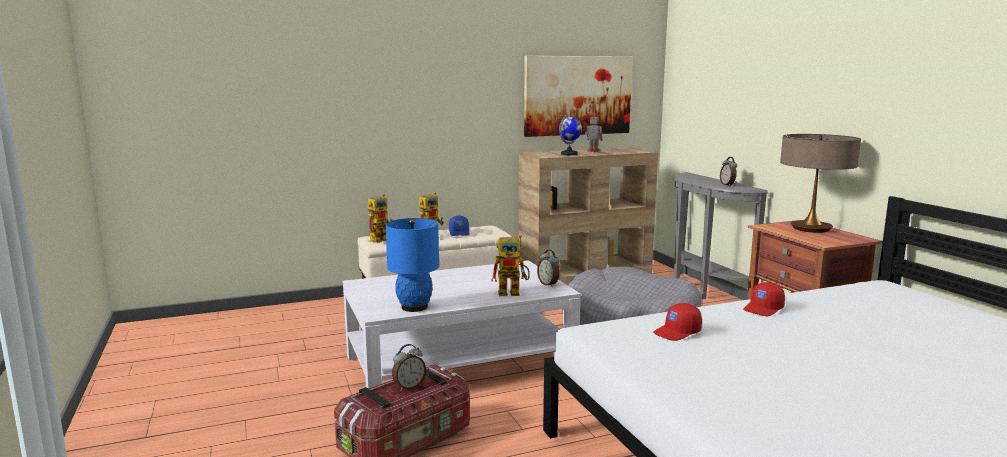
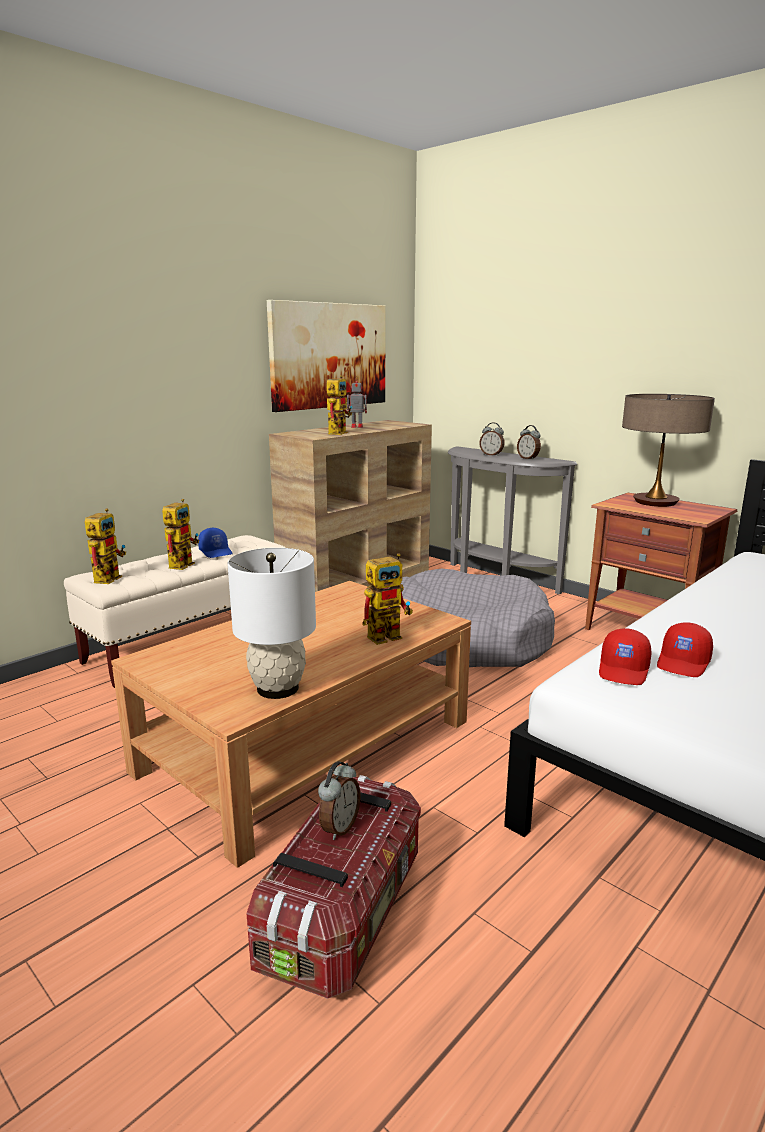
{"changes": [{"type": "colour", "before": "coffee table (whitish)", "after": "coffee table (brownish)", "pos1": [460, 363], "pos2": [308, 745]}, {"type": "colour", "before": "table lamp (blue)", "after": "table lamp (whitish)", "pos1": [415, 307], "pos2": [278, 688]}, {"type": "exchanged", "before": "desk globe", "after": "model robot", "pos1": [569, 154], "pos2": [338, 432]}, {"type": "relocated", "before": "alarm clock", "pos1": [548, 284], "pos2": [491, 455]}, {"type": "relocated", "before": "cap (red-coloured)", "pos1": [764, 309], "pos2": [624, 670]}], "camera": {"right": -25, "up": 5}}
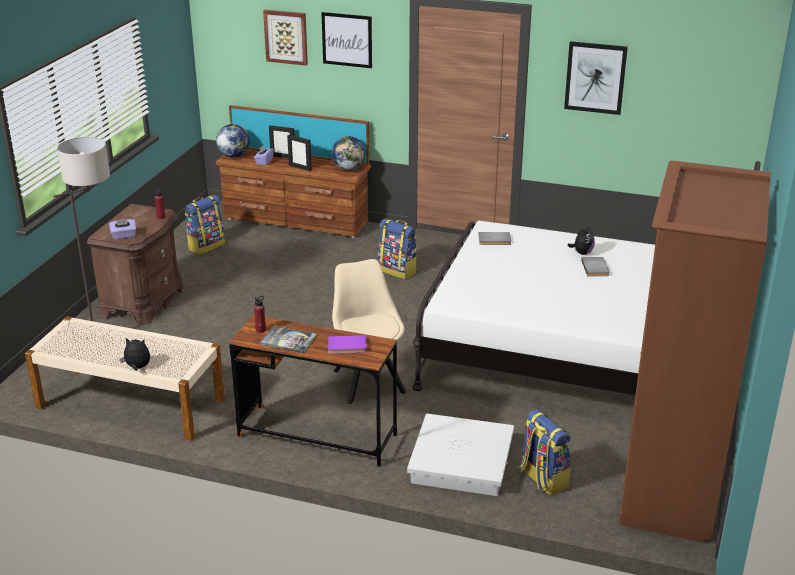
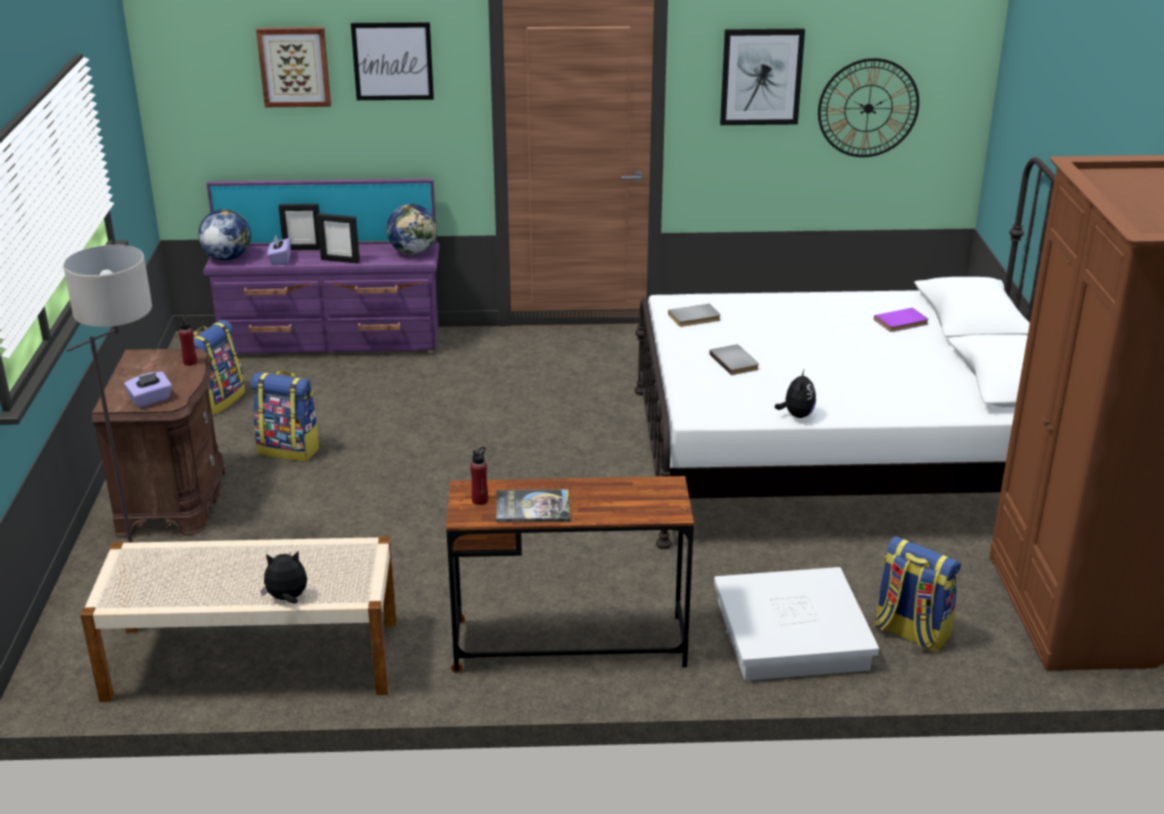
{"changes": [{"type": "colour", "before": "dresser (brownish)", "after": "dresser (purple)", "pos1": [296, 222], "pos2": [333, 344]}, {"type": "relocated", "before": "backpack", "pos1": [398, 270], "pos2": [290, 449]}, {"type": "relocated", "before": "bound book (greyish)", "pos1": [596, 268], "pos2": [735, 361]}, {"type": "relocated", "before": "cuddly toy", "pos1": [582, 253], "pos2": [796, 415]}, {"type": "appeared", "after": "hanging clock", "pos2": [868, 108]}, {"type": "relocated", "before": "bound book (purple)", "pos1": [347, 347], "pos2": [902, 322]}, {"type": "missing", "before": "chair (beige-coloured)", "pos1": [368, 381]}], "camera": {"right": -20, "up": 0}}
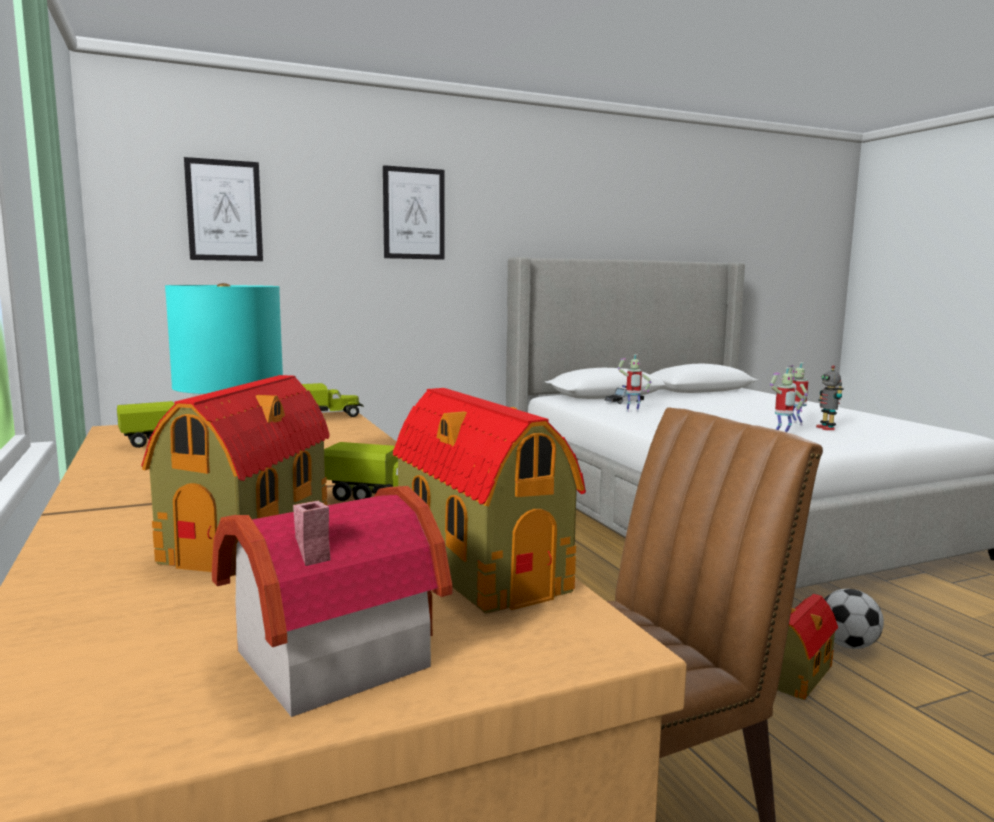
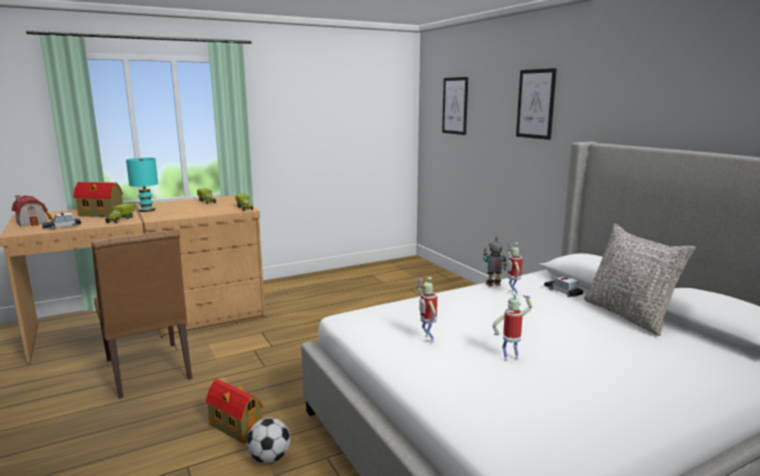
{"changes": [{"type": "exchanged", "before": "miniature house", "after": "miniature car", "pos1": [477, 564], "pos2": [62, 227]}, {"type": "relocated", "before": "model robot", "pos1": [826, 428], "pos2": [493, 284]}, {"type": "appeared", "after": "cushion (greyish)", "pos2": [629, 315]}], "camera": {"right": 85, "up": 5}}
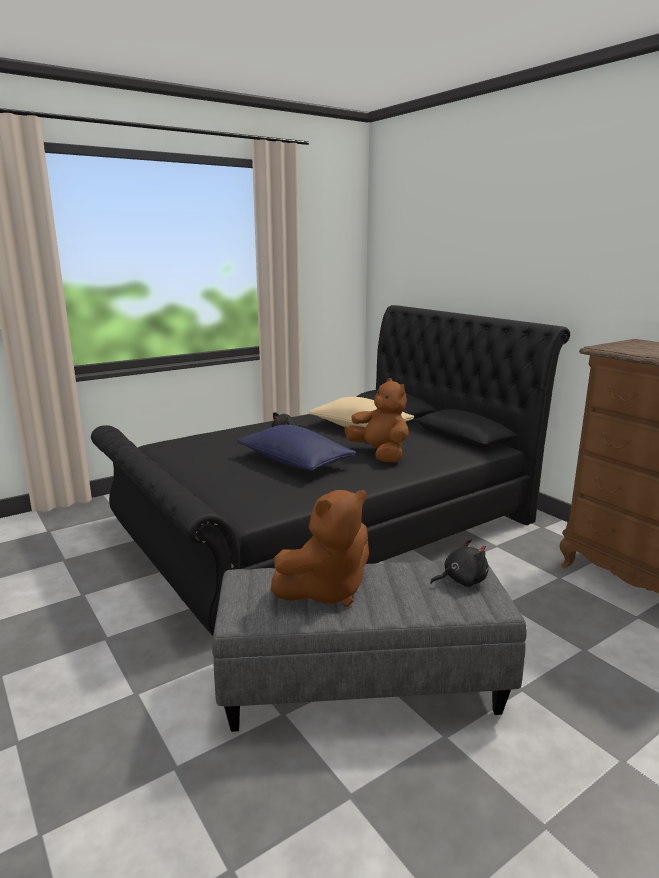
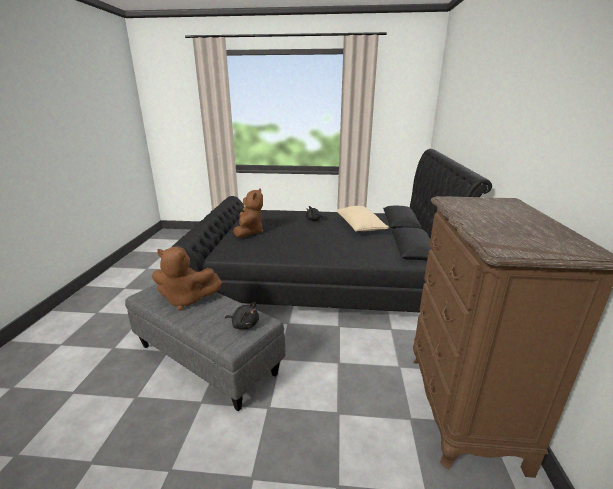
{"changes": [{"type": "relocated", "before": "cuddly toy (brownish)", "pos1": [380, 454], "pos2": [249, 232]}, {"type": "missing", "before": "cushion (blue)", "pos1": [295, 463]}], "camera": {"right": 40, "up": 5}}
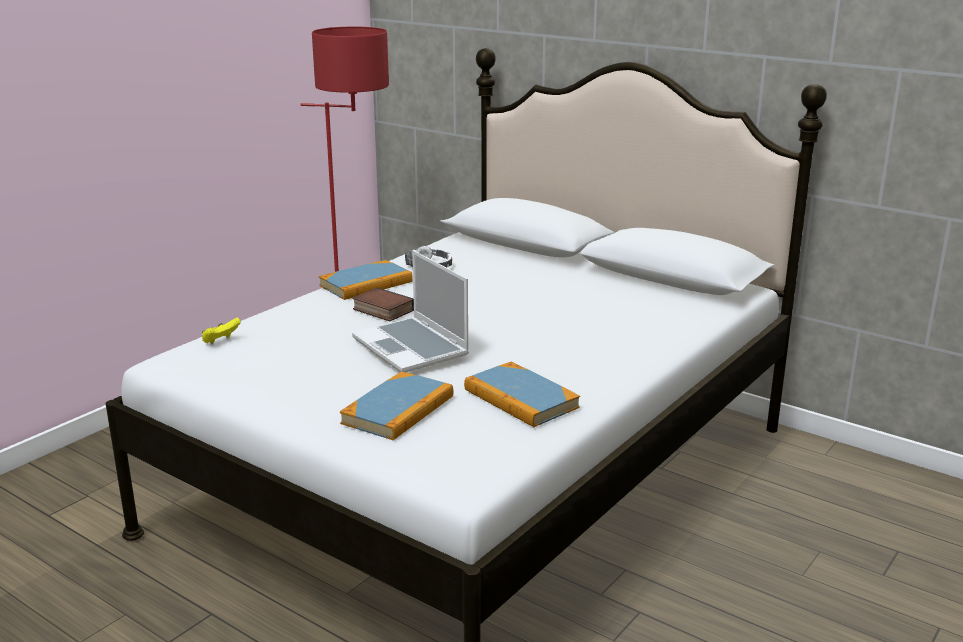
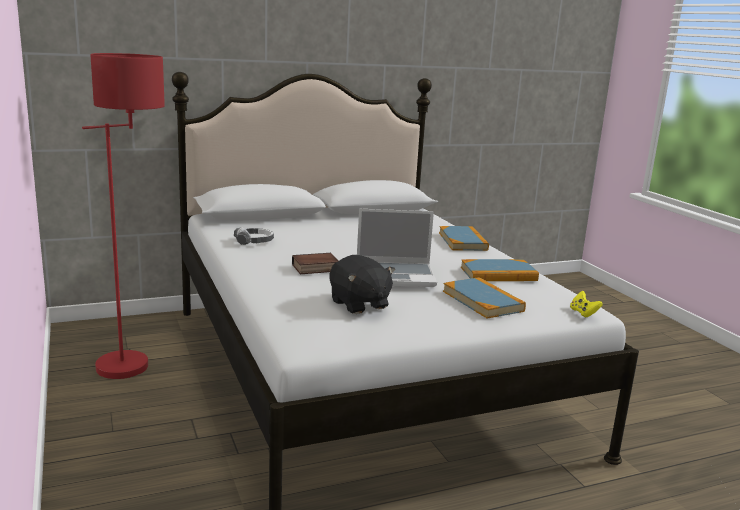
{"changes": [{"type": "appeared", "after": "cuddly toy (black)", "pos2": [359, 304]}, {"type": "relocated", "before": "bound book", "pos1": [366, 284], "pos2": [462, 241]}, {"type": "relocated", "before": "gamepad (yellow)", "pos1": [220, 341], "pos2": [583, 313]}], "camera": {"right": -60, "up": -5}}
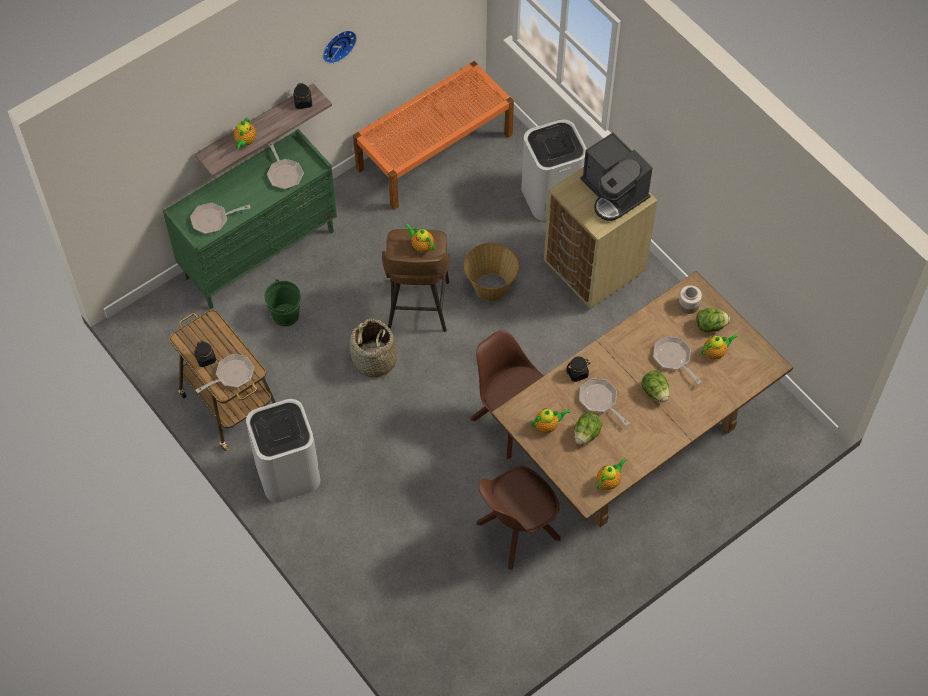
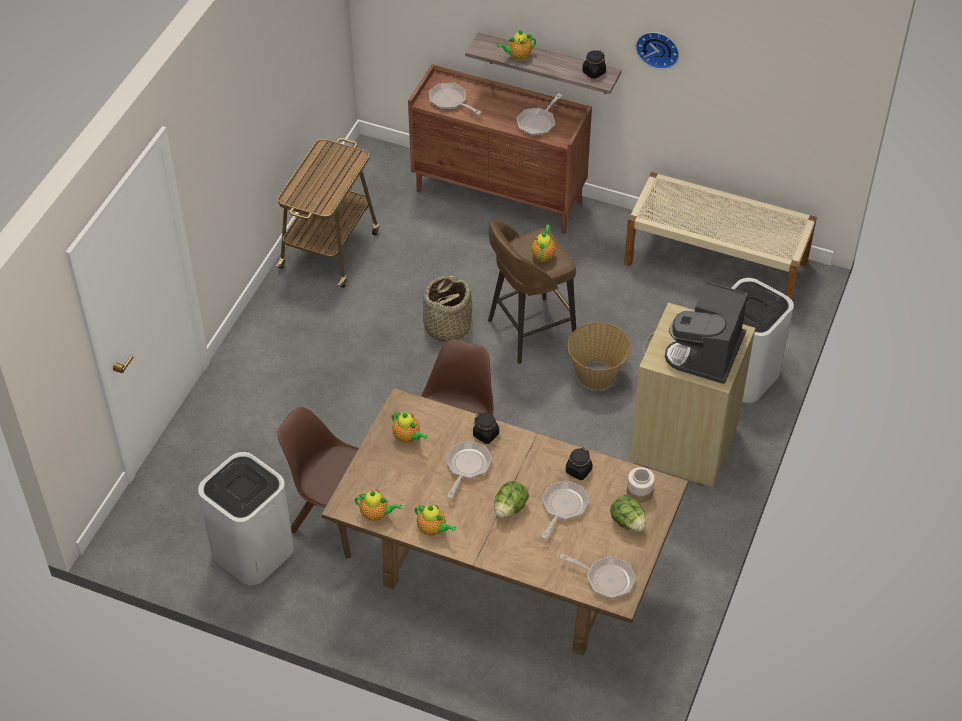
{"changes": [{"type": "relocated", "before": "rubbish bin (whitish)", "pos1": [287, 472], "pos2": [252, 550]}, {"type": "colour", "before": "cupboard (green-coloured)", "after": "cupboard (brownish)", "pos1": [260, 254], "pos2": [499, 196]}, {"type": "relocated", "before": "teapot", "pos1": [715, 352], "pos2": [433, 529]}, {"type": "relocated", "before": "skillet", "pos1": [232, 375], "pos2": [606, 579]}, {"type": "relocated", "before": "storage jar (black)", "pos1": [206, 359], "pos2": [578, 471]}, {"type": "colour", "before": "long seat (orange)", "after": "long seat (beige-coloured)", "pos1": [434, 151], "pos2": [716, 262]}, {"type": "missing", "before": "pail (green-coloured)", "pos1": [285, 315]}, {"type": "missing", "before": "lettuce", "pos1": [586, 434]}], "camera": {"right": 60, "up": -10}}
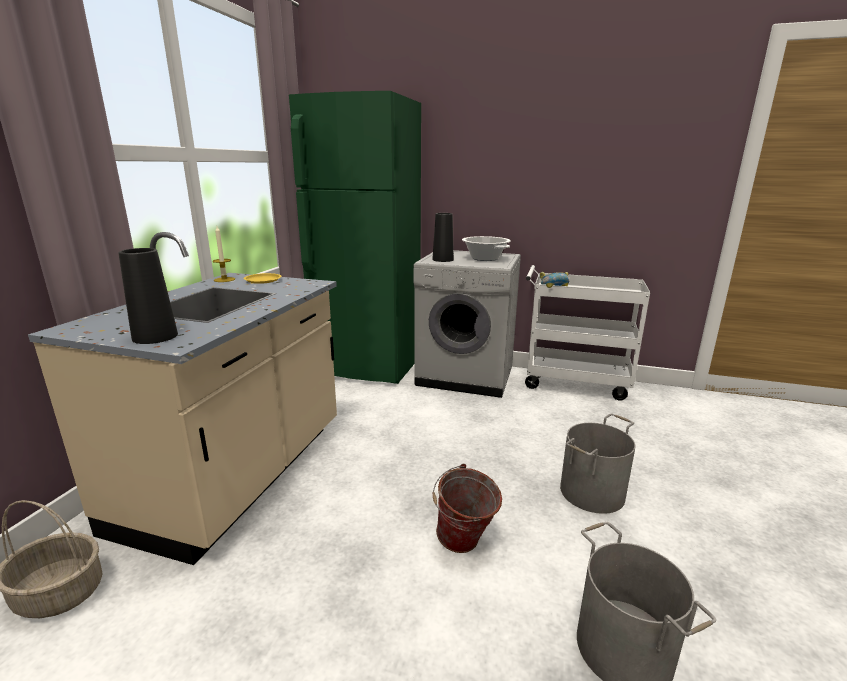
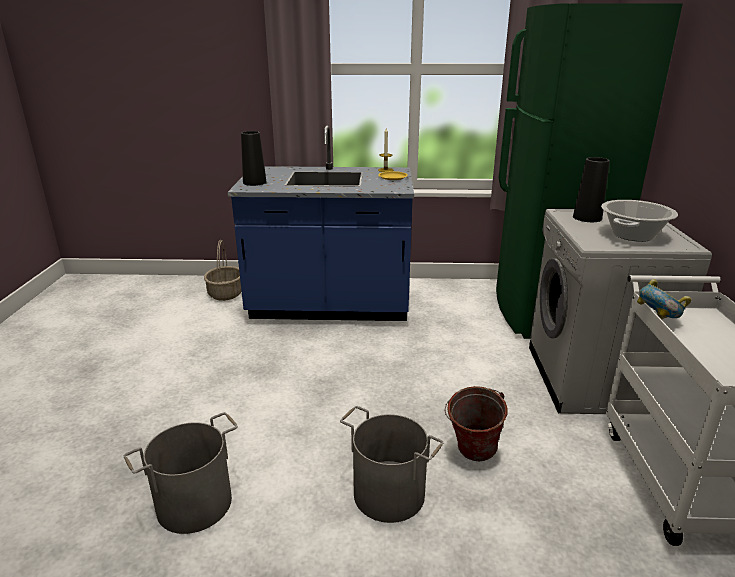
{"changes": [{"type": "colour", "before": "kitchen base unit (beige-coloured)", "after": "kitchen base unit (blue)", "pos1": [238, 476], "pos2": [330, 306]}, {"type": "relocated", "before": "pail", "pos1": [464, 545], "pos2": [471, 453]}], "camera": {"right": 75, "up": 5}}
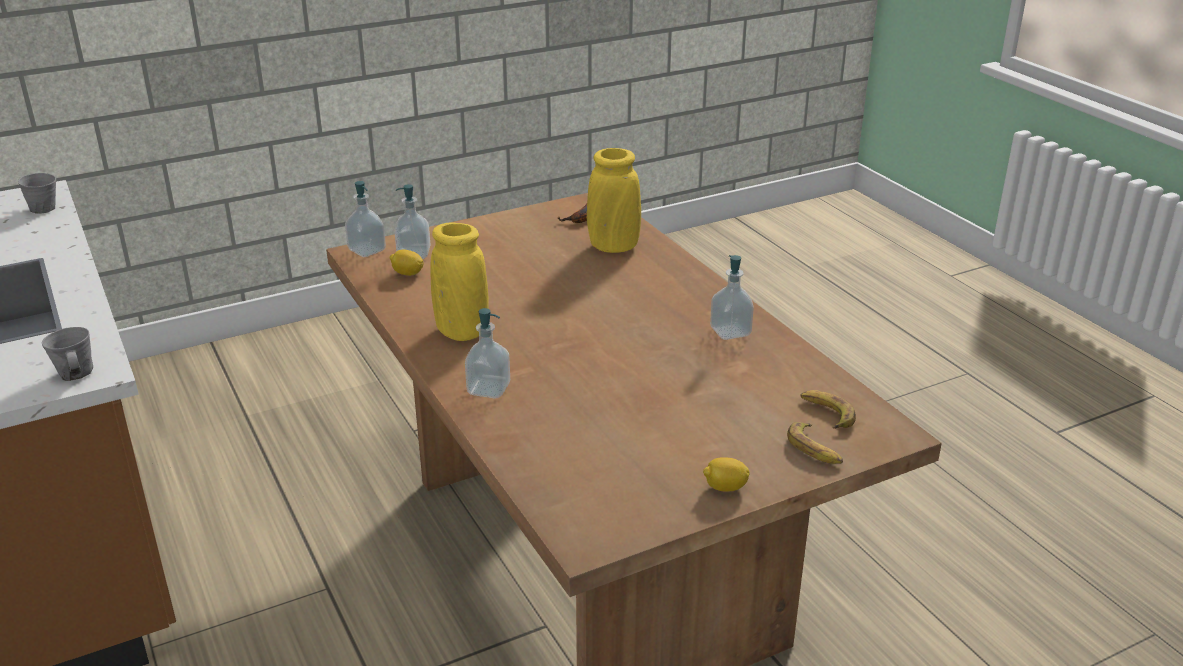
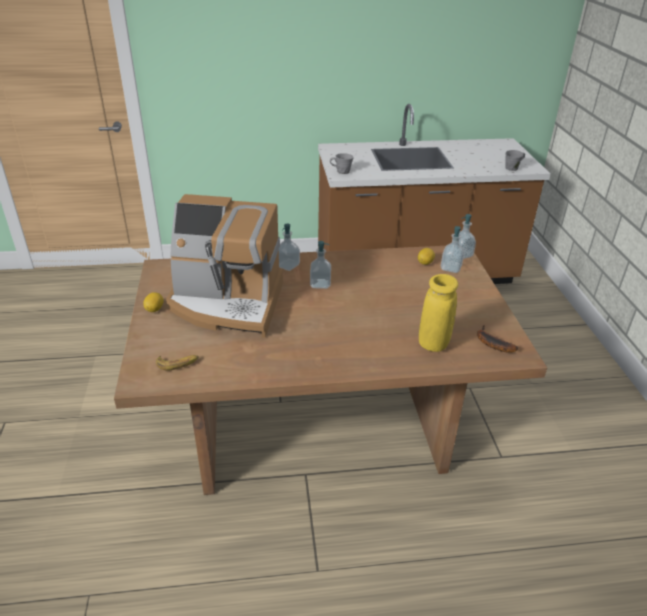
{"changes": [{"type": "appeared", "after": "coffee maker", "pos2": [227, 303]}, {"type": "relocated", "before": "liquid soap bottle", "pos1": [730, 331], "pos2": [320, 284]}, {"type": "missing", "before": "vase (yellow)", "pos1": [462, 332]}, {"type": "missing", "before": "banana", "pos1": [814, 449]}], "camera": {"right": 110, "up": 5}}
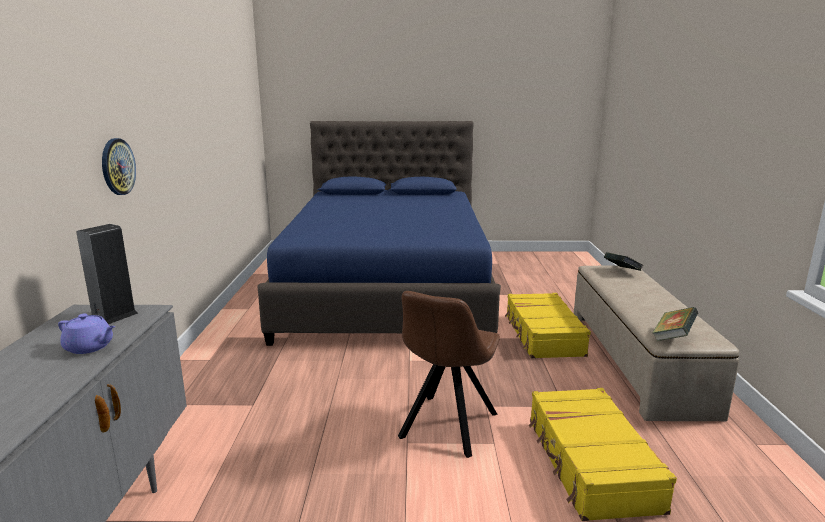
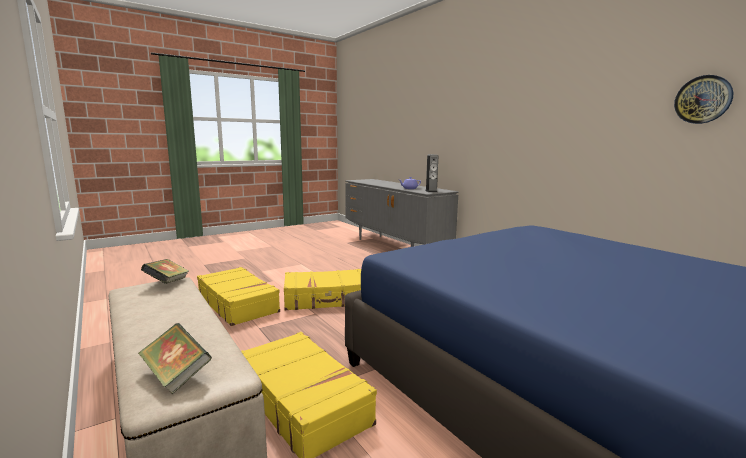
{"changes": [{"type": "exchanged", "before": "chair (brownish)", "after": "piece of luggage (yellow)", "pos1": [447, 425], "pos2": [329, 299]}, {"type": "relocated", "before": "hanging clock", "pos1": [117, 166], "pos2": [703, 99]}], "camera": {"right": 145, "up": -5}}
